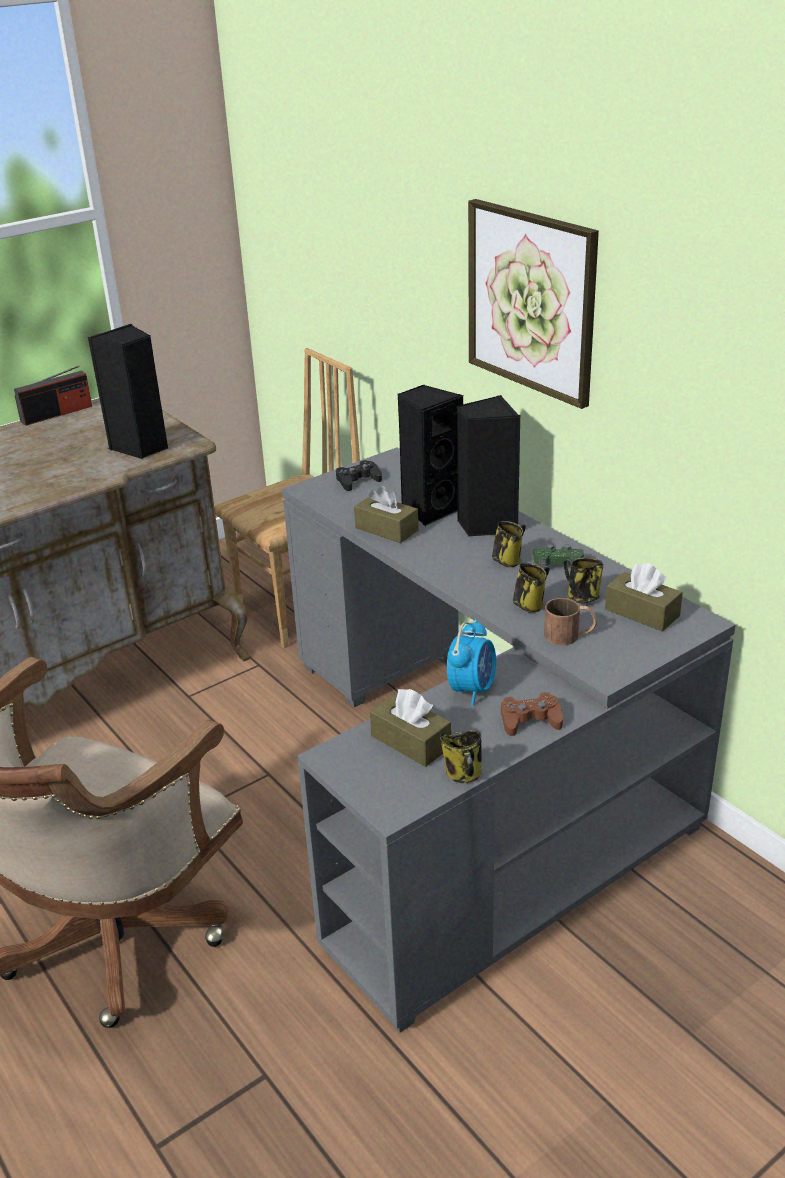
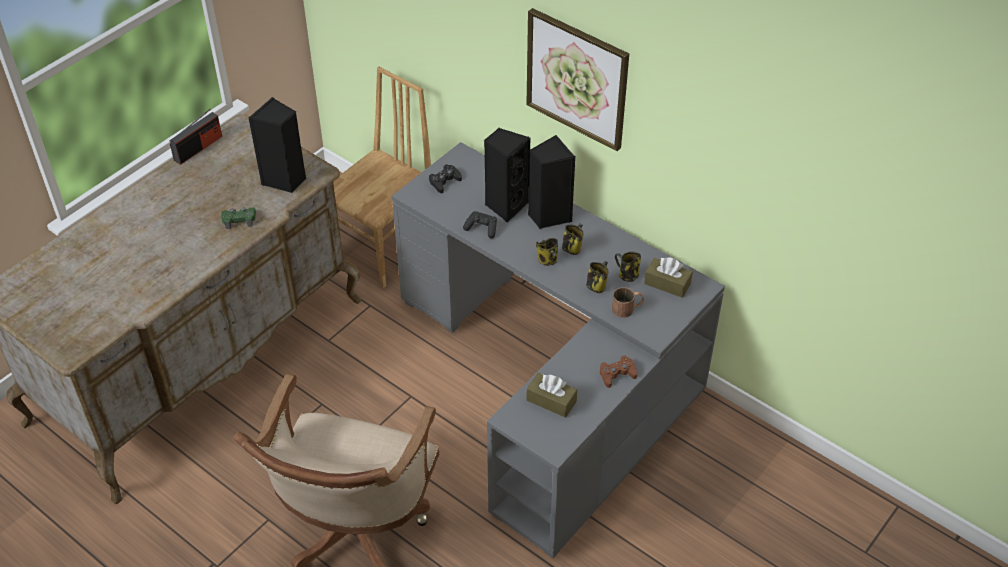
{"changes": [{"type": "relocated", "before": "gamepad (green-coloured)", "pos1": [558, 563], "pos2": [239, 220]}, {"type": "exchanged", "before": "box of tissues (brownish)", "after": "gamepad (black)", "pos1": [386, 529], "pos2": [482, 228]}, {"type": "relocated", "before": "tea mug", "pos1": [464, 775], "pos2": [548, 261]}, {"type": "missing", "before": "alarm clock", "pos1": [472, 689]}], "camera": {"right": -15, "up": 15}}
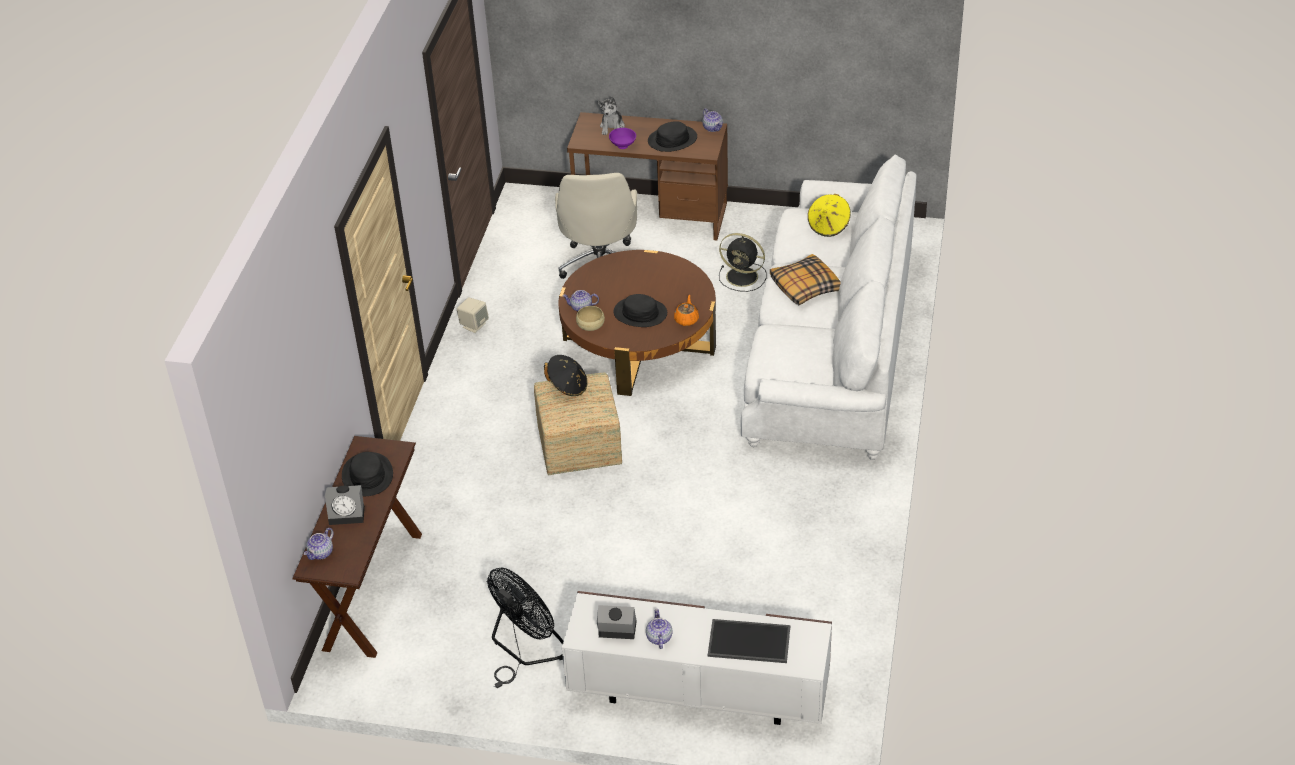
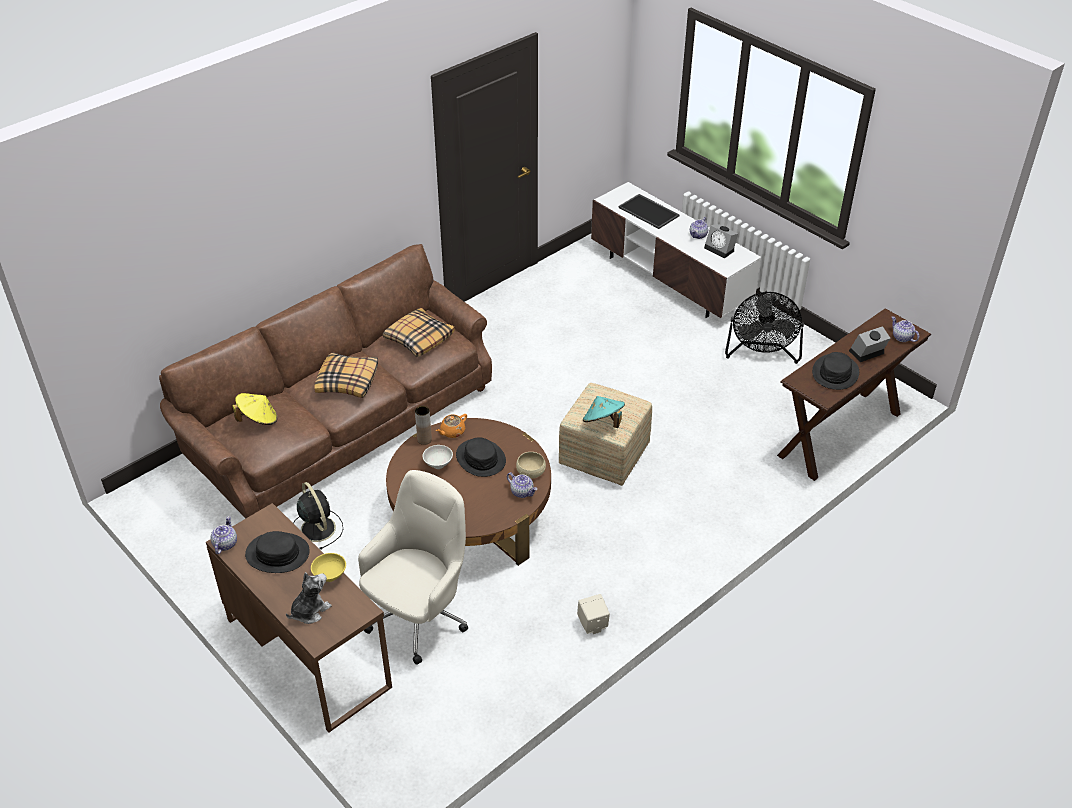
{"changes": [{"type": "colour", "before": "settee (whitish)", "after": "settee (brownish)", "pos1": [830, 350], "pos2": [341, 424]}, {"type": "colour", "before": "bowl (purple)", "after": "bowl (yellow)", "pos1": [623, 146], "pos2": [329, 576]}, {"type": "appeared", "after": "cushion", "pos2": [419, 338]}, {"type": "appeared", "after": "vase (brownish)", "pos2": [424, 440]}, {"type": "appeared", "after": "bowl (whitish)", "pos2": [437, 465]}, {"type": "colour", "before": "clothing hat (black)", "after": "clothing hat (turquoise-coloured)", "pos1": [568, 386], "pos2": [603, 422]}, {"type": "spun", "before": "fan (black)", "pos1": [520, 647], "pos2": [759, 351], "turn": -75}, {"type": "spun", "before": "alarm clock", "pos1": [348, 514], "pos2": [866, 353], "turn": -60}, {"type": "spun", "before": "teapot", "pos1": [321, 553], "pos2": [902, 337], "turn": -105}], "camera": {"right": -145, "up": 0}}
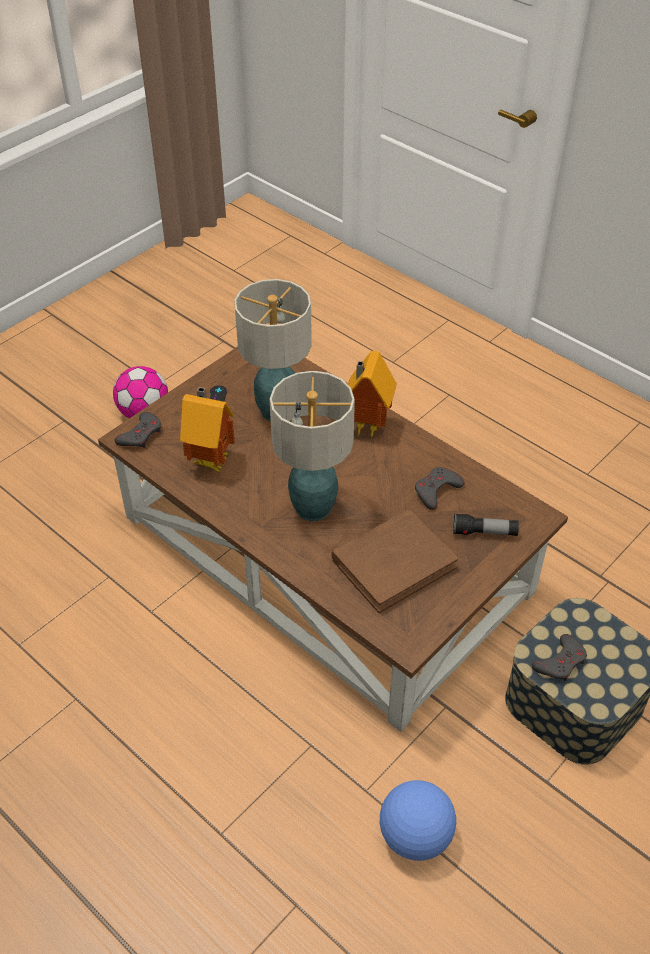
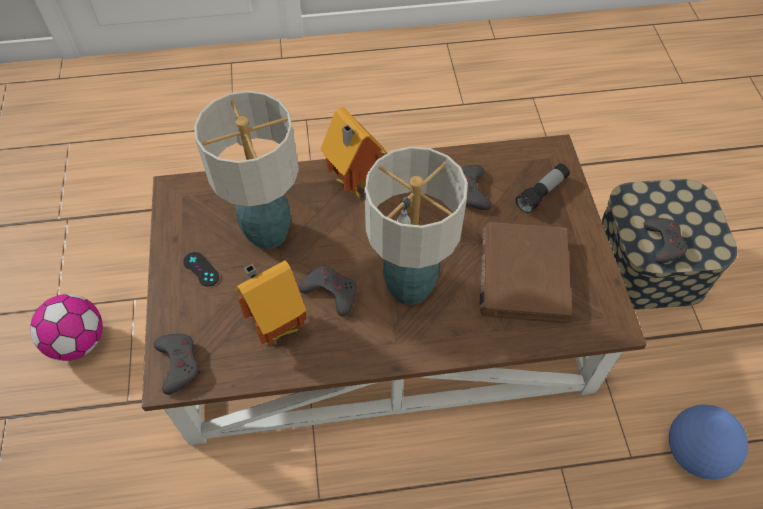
{"changes": [{"type": "appeared", "after": "gamepad (greyish)", "pos2": [331, 292]}], "camera": {"right": -50, "up": 10}}
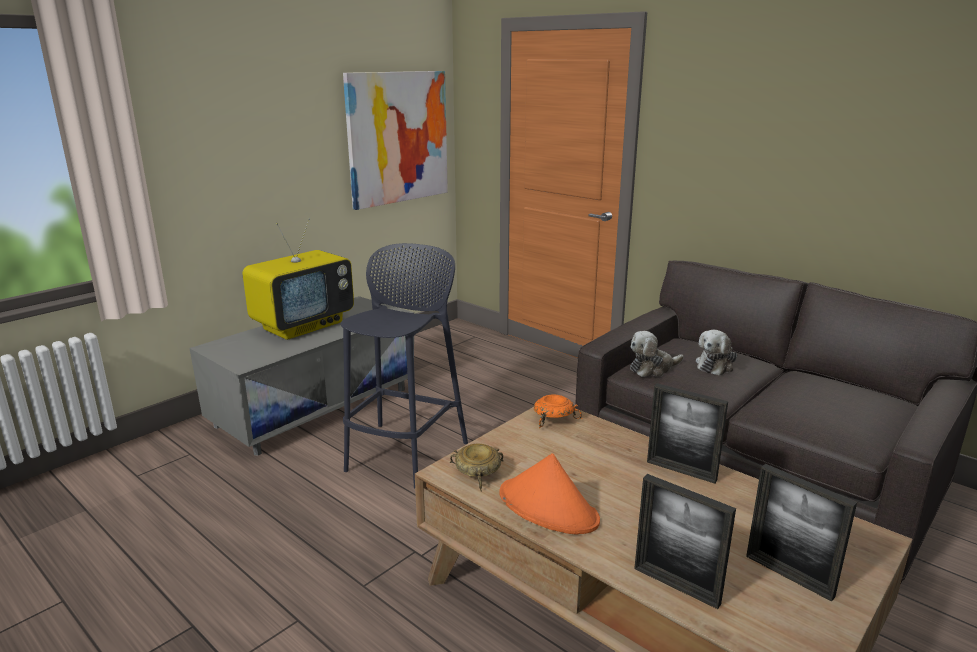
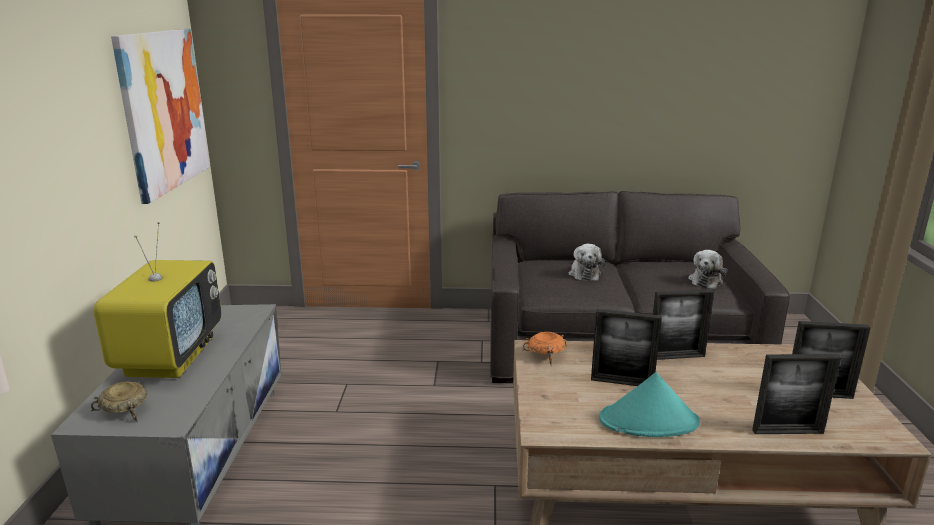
{"changes": [{"type": "relocated", "before": "bowl (beige-coloured)", "pos1": [477, 473], "pos2": [124, 410]}, {"type": "appeared", "after": "standing frame", "pos2": [622, 382]}, {"type": "colour", "before": "clothing hat (orange)", "after": "clothing hat (turquoise-coloured)", "pos1": [548, 507], "pos2": [649, 421]}, {"type": "relocated", "before": "cuddly toy", "pos1": [652, 368], "pos2": [706, 280]}, {"type": "missing", "before": "sitting stool (greyish)", "pos1": [404, 453]}], "camera": {"right": -40, "up": 0}}
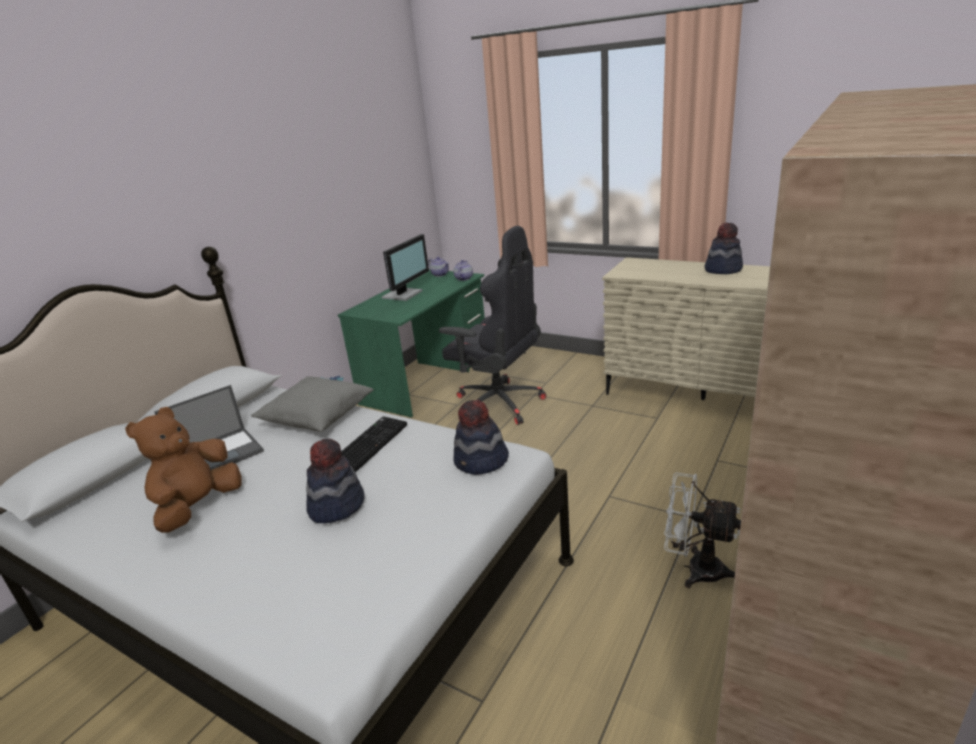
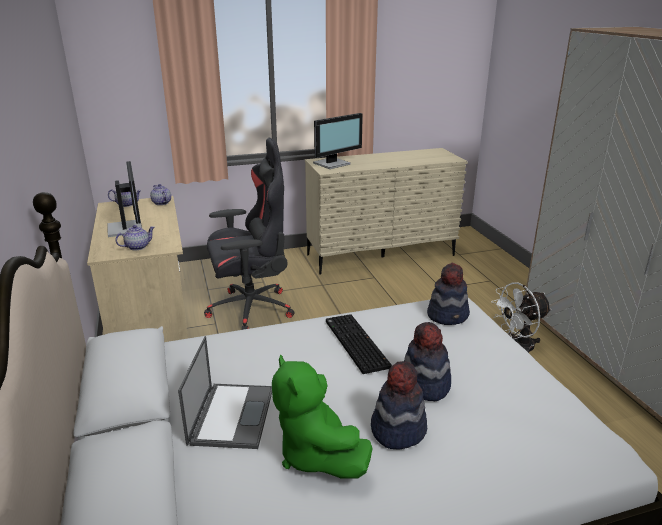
{"changes": [{"type": "colour", "before": "desk table (green-coloured)", "after": "desk table (beige-coloured)", "pos1": [427, 379], "pos2": [149, 315]}, {"type": "appeared", "after": "teapot", "pos2": [137, 247]}, {"type": "colour", "before": "cuddly toy (brownish)", "after": "cuddly toy (green-coloured)", "pos1": [198, 507], "pos2": [316, 454]}, {"type": "appeared", "after": "computer display", "pos2": [333, 164]}, {"type": "relocated", "before": "clothing hat", "pos1": [723, 269], "pos2": [397, 429]}, {"type": "missing", "before": "cushion (greyish)", "pos1": [317, 417]}], "camera": {"right": -50, "up": 0}}
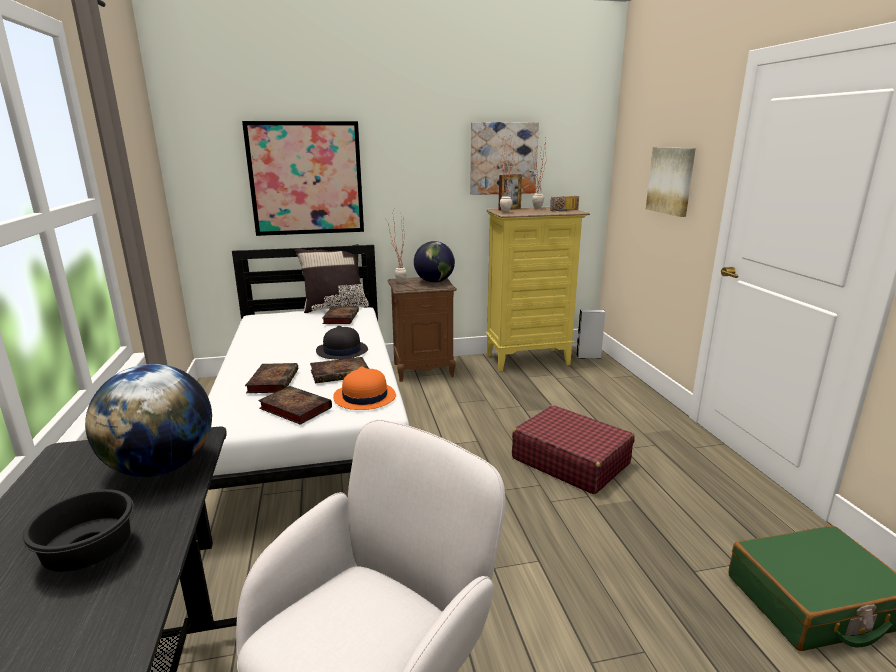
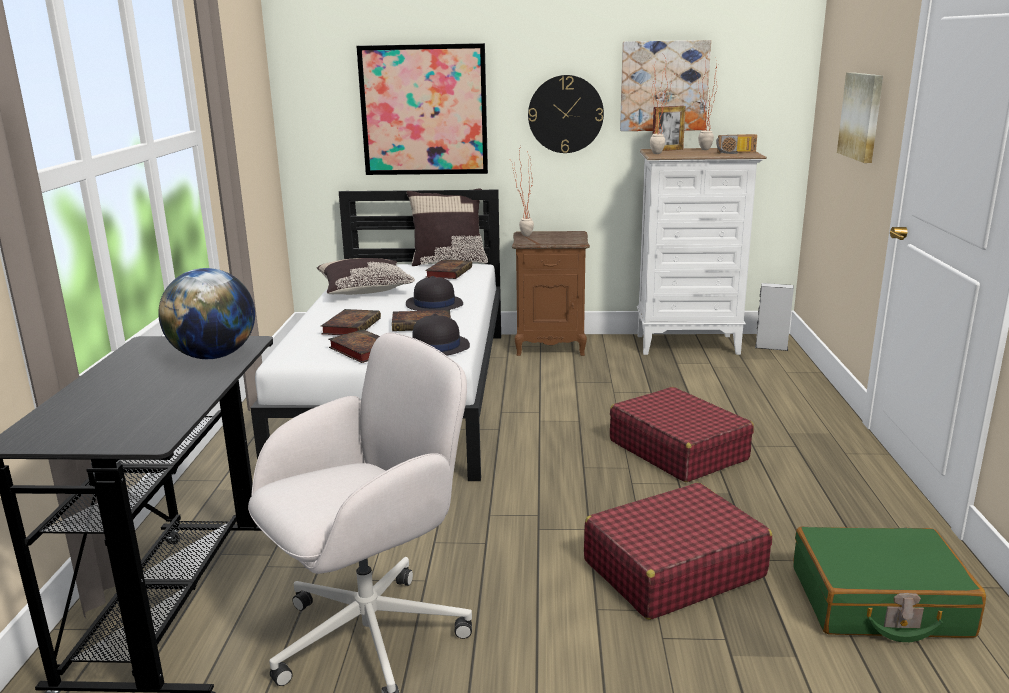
{"changes": [{"type": "appeared", "after": "cushion", "pos2": [365, 290]}, {"type": "colour", "before": "clothing hat (orange)", "after": "clothing hat (black)", "pos1": [364, 397], "pos2": [436, 346]}, {"type": "appeared", "after": "hanging clock", "pos2": [565, 114]}, {"type": "appeared", "after": "piece of luggage (red-coloured)", "pos2": [673, 569]}, {"type": "colour", "before": "dresser (yellow)", "after": "dresser (whitish)", "pos1": [529, 360], "pos2": [689, 345]}, {"type": "missing", "before": "bowl (black)", "pos1": [89, 556]}, {"type": "missing", "before": "desk globe", "pos1": [434, 281]}], "camera": {"right": 15, "up": 0}}
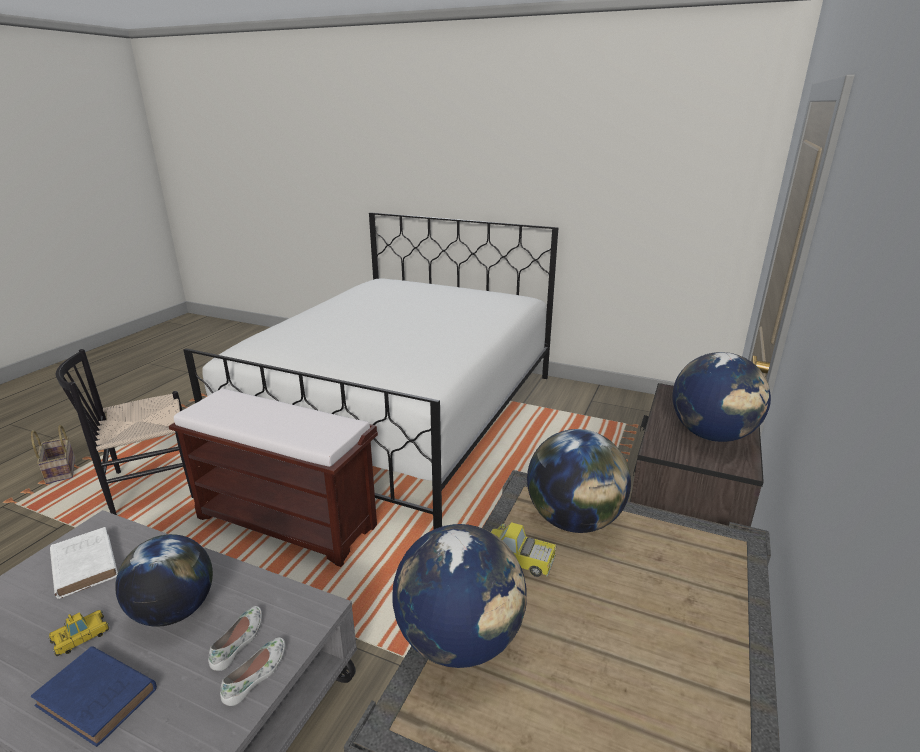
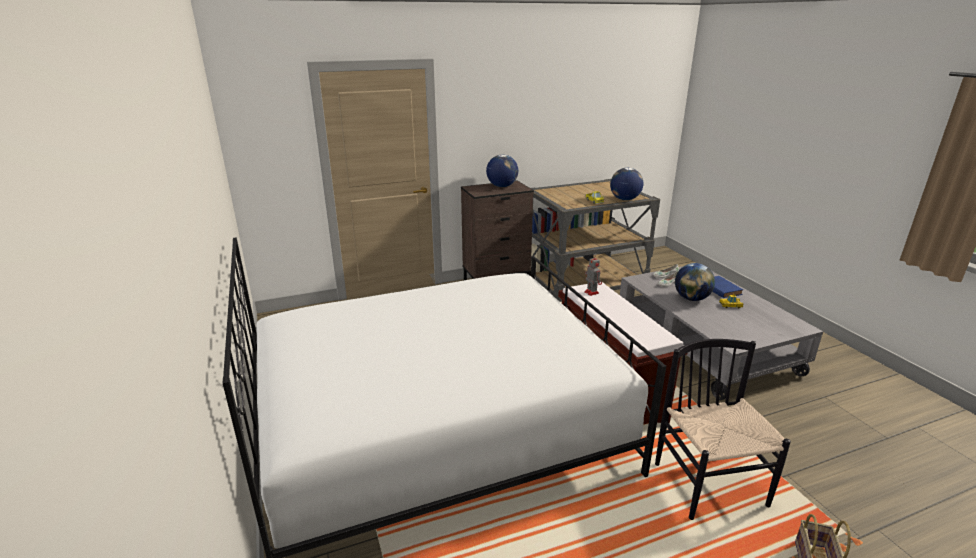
{"changes": [{"type": "appeared", "after": "model robot", "pos2": [591, 292]}, {"type": "spun", "before": "chair (black)", "pos1": [150, 486], "pos2": [707, 480], "turn": -120}, {"type": "missing", "before": "bound book (whitish)", "pos1": [84, 564]}, {"type": "missing", "before": "desk globe", "pos1": [573, 521]}], "camera": {"right": -135, "up": 0}}
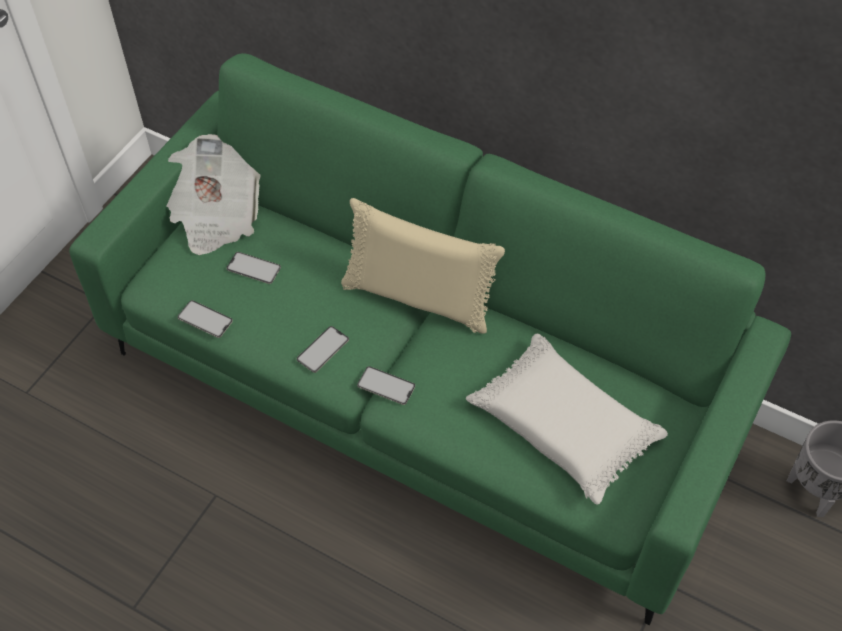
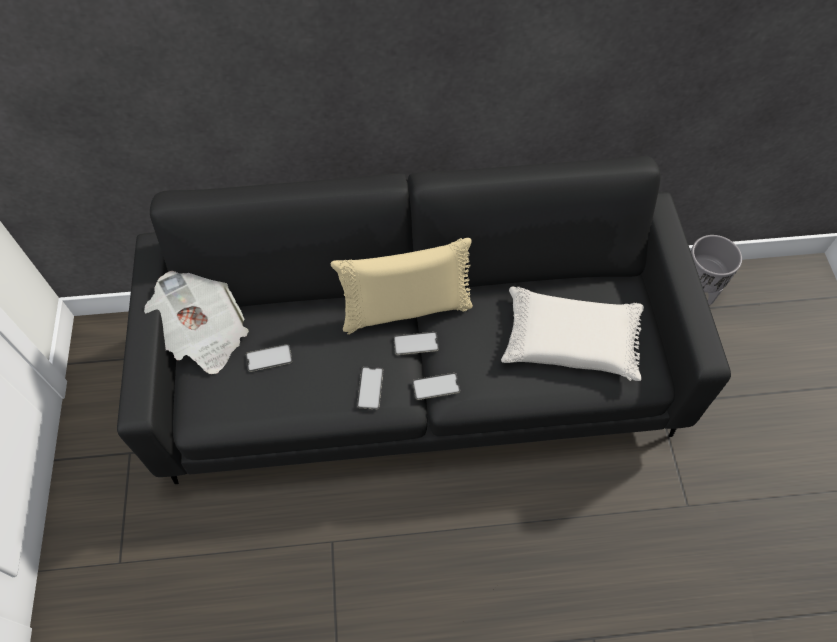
{"changes": [{"type": "colour", "before": "settee (green-coloured)", "after": "settee (black)", "pos1": [423, 395], "pos2": [420, 376]}, {"type": "relocated", "before": "phone", "pos1": [205, 319], "pos2": [416, 343]}], "camera": {"right": -35, "up": 5}}
